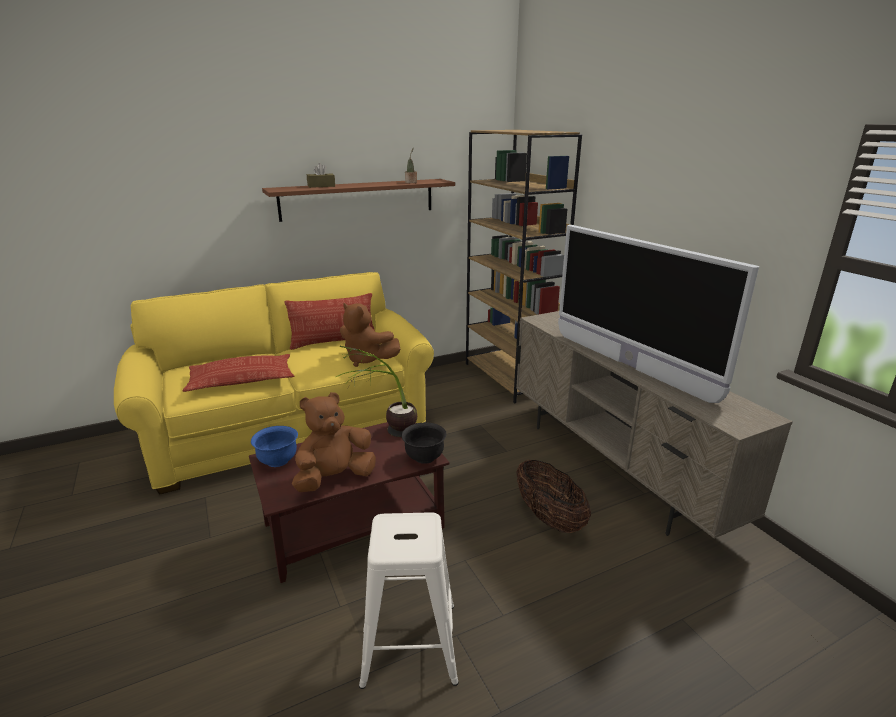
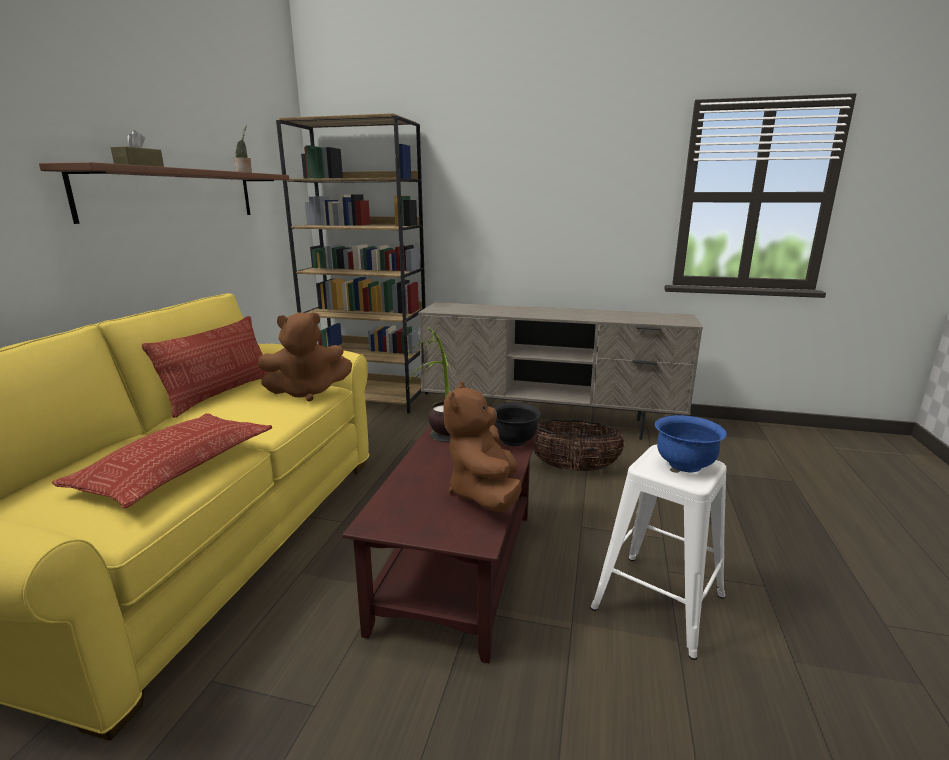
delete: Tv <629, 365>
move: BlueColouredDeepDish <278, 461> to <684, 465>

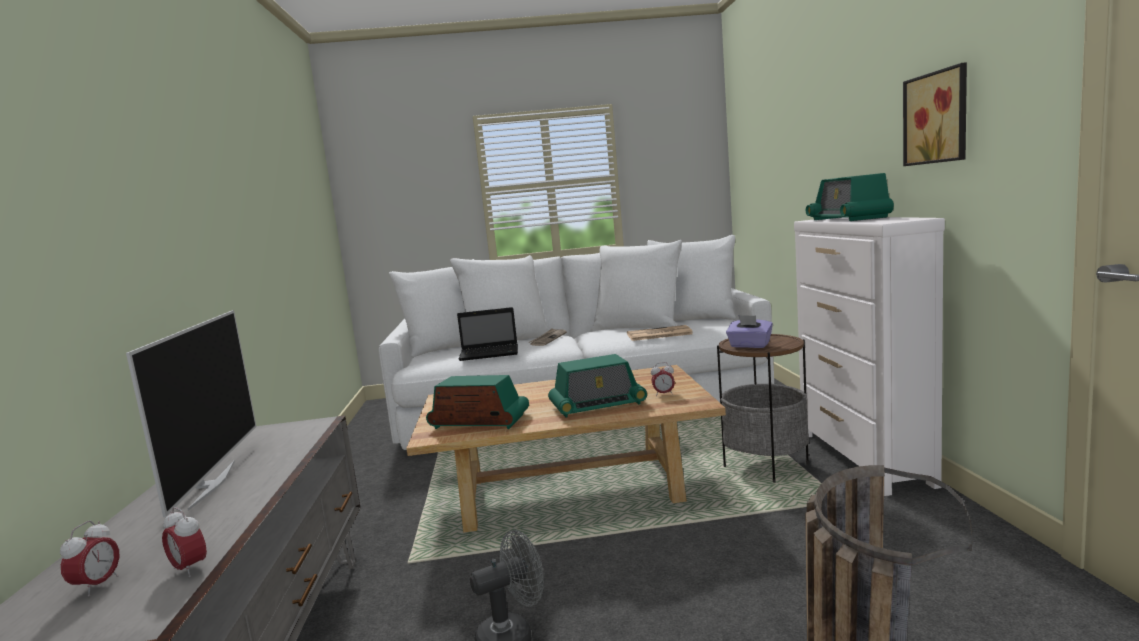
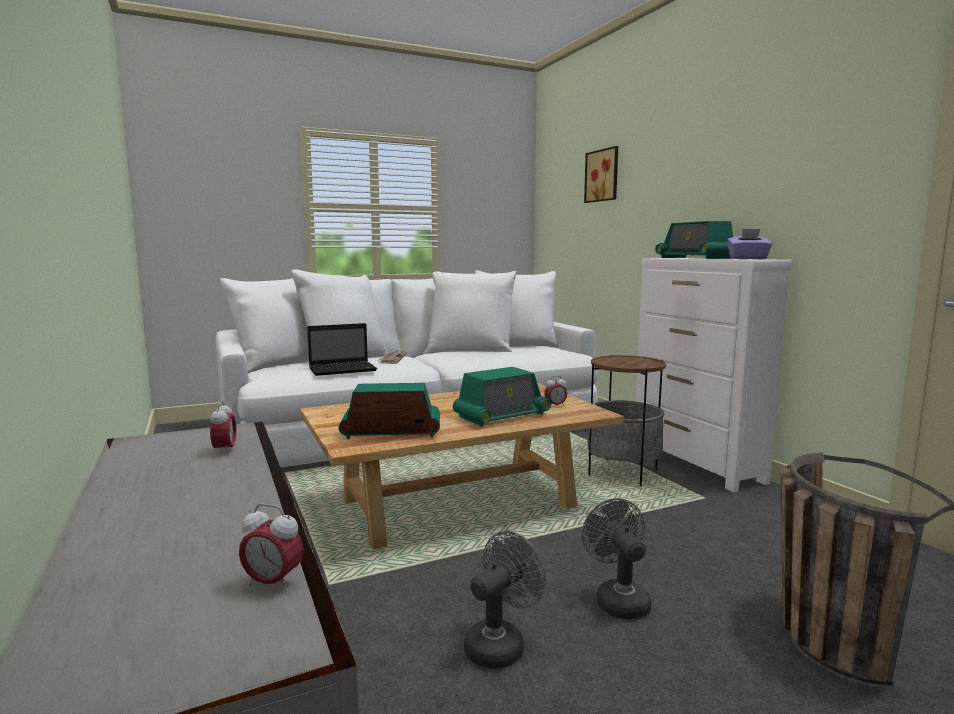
delete: Tv <211, 484>; Newspaper <658, 334>
insert: GrayElectricFan <618, 599>
move: AlarmClock <97, 586> to <225, 450>; PurpleTissueHolder <749, 345> to <748, 259>; Picture <938, 117> to <603, 175>

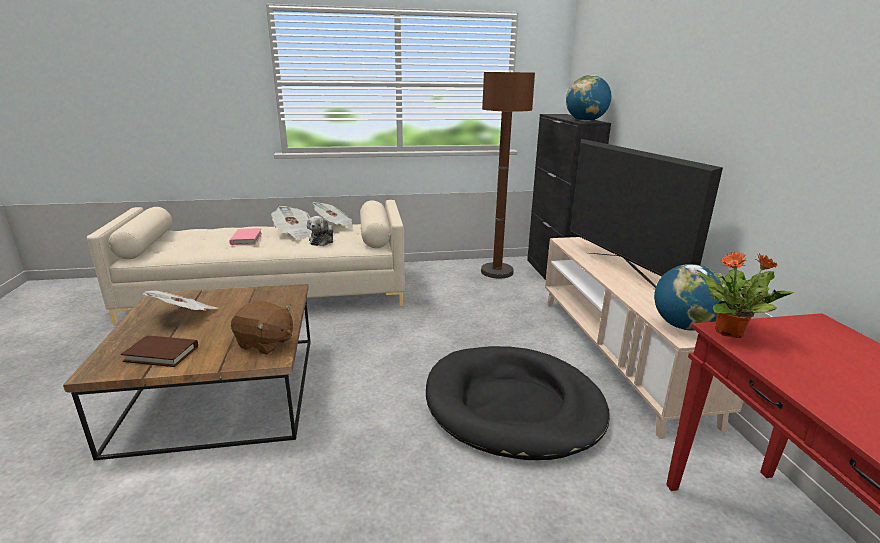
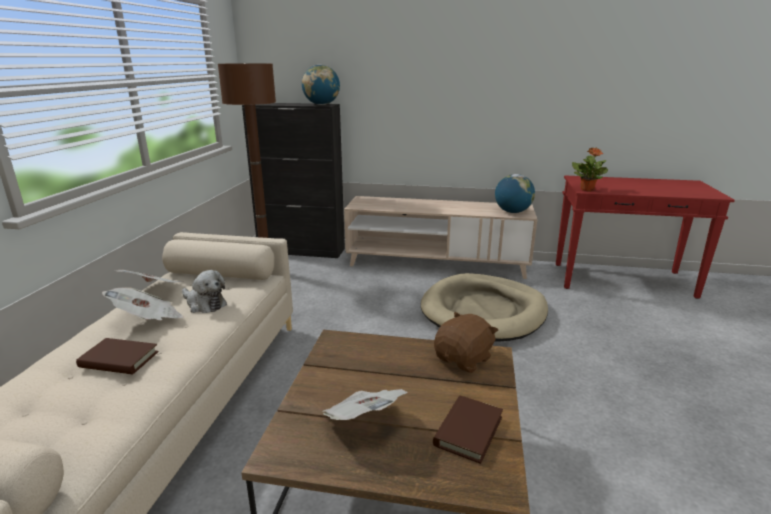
delete: Tv <621, 270>
recolor: PinkishBook <246, 239> to BrownBook <119, 360>; BlackishPetBed <513, 405> to SandColouredPetBed <483, 312>

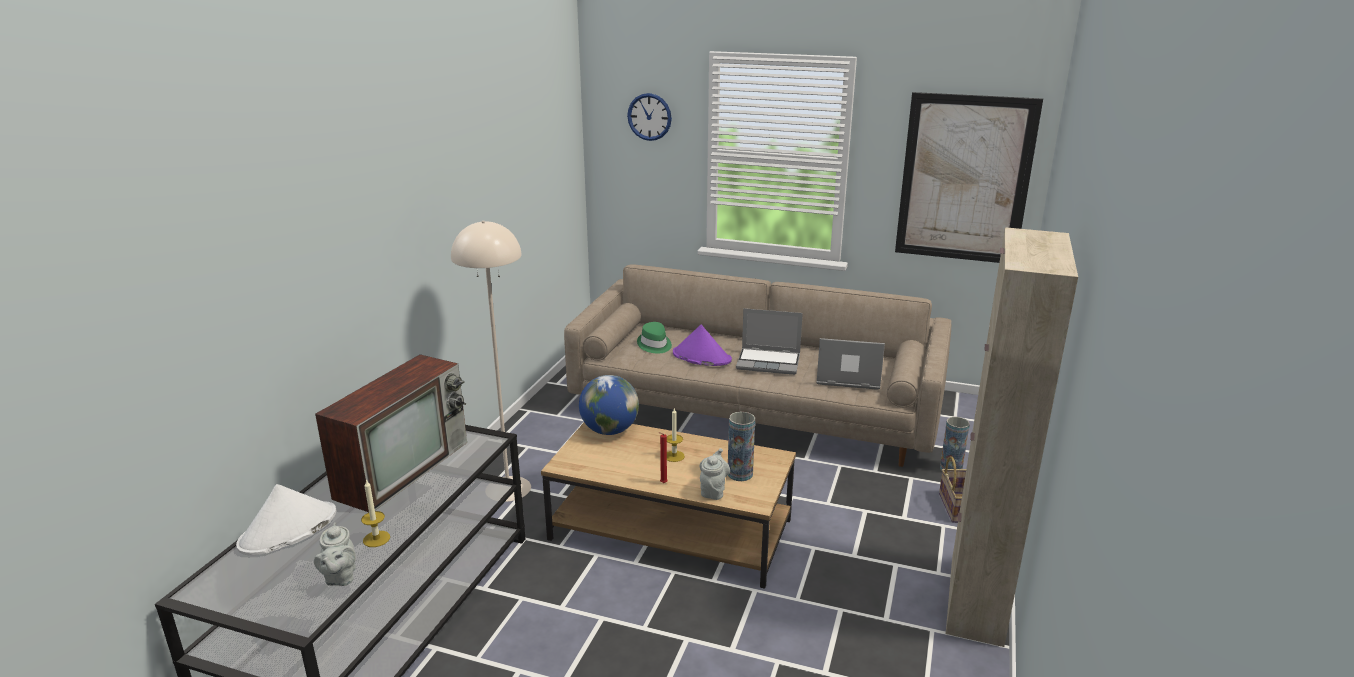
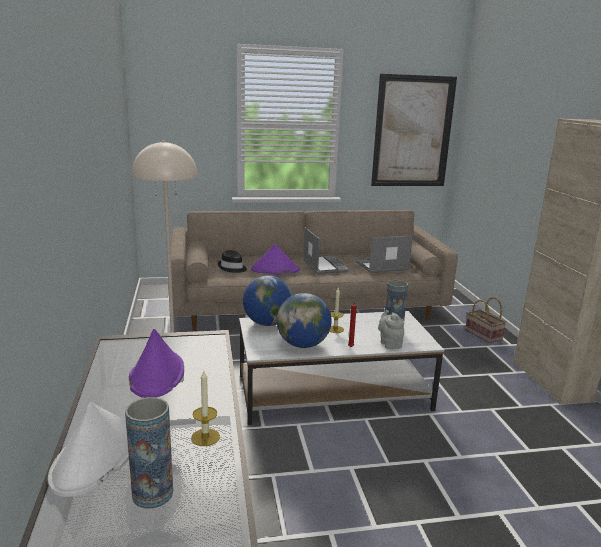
delete: GrayTeaPot <340, 578>; HangingClock <649, 117>
insert: DeskGlobe <303, 345>
move: Vase <951, 469> to <152, 494>
replace: Tv <404, 468> to PurpleWearableHat <157, 375>
recolor: BrownLoungeTable <671, 529> to WhitishLoungeTable <333, 392>; GreenWearableHat <654, 345> to BlackishWearableHat <232, 268>
rotate: PortableComputer <769, 362> = <324, 266> 90 degrees counterclockwise

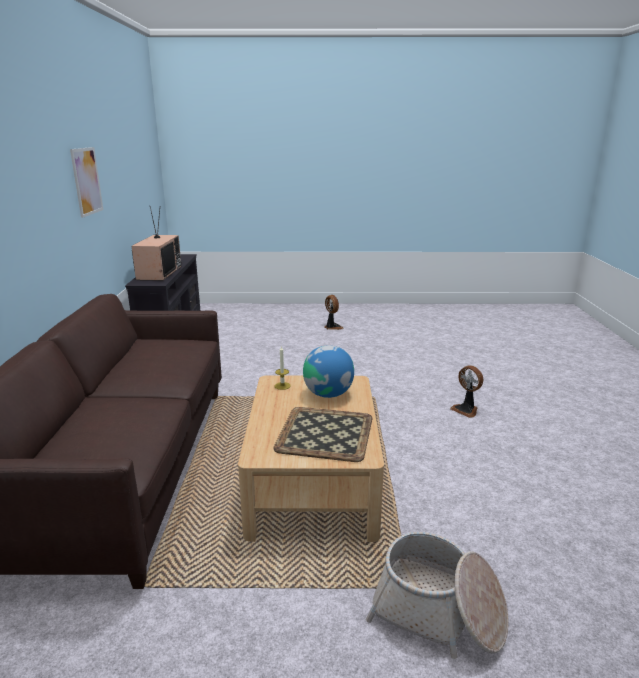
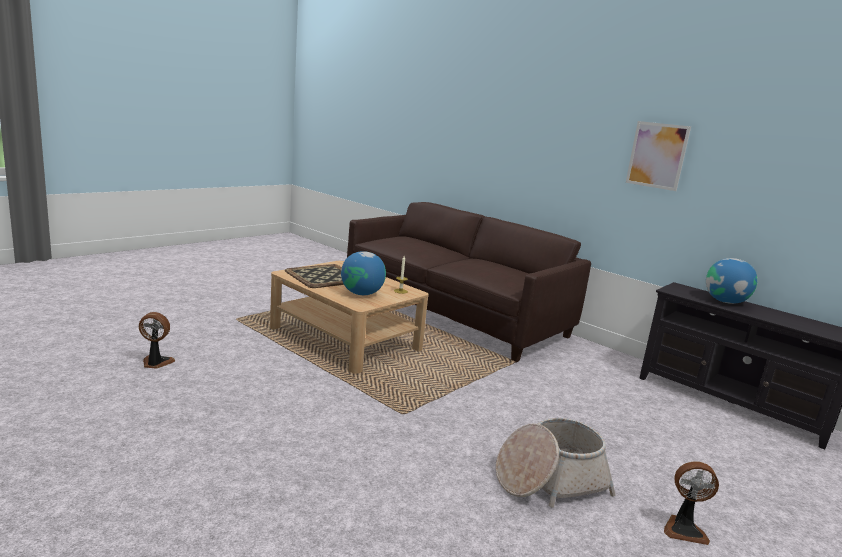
move: StorageBasket <438, 612> to <549, 480>; ElectricFan <466, 410> to <156, 363>
replace: Tv <158, 272> to DeskGlobe <725, 302>

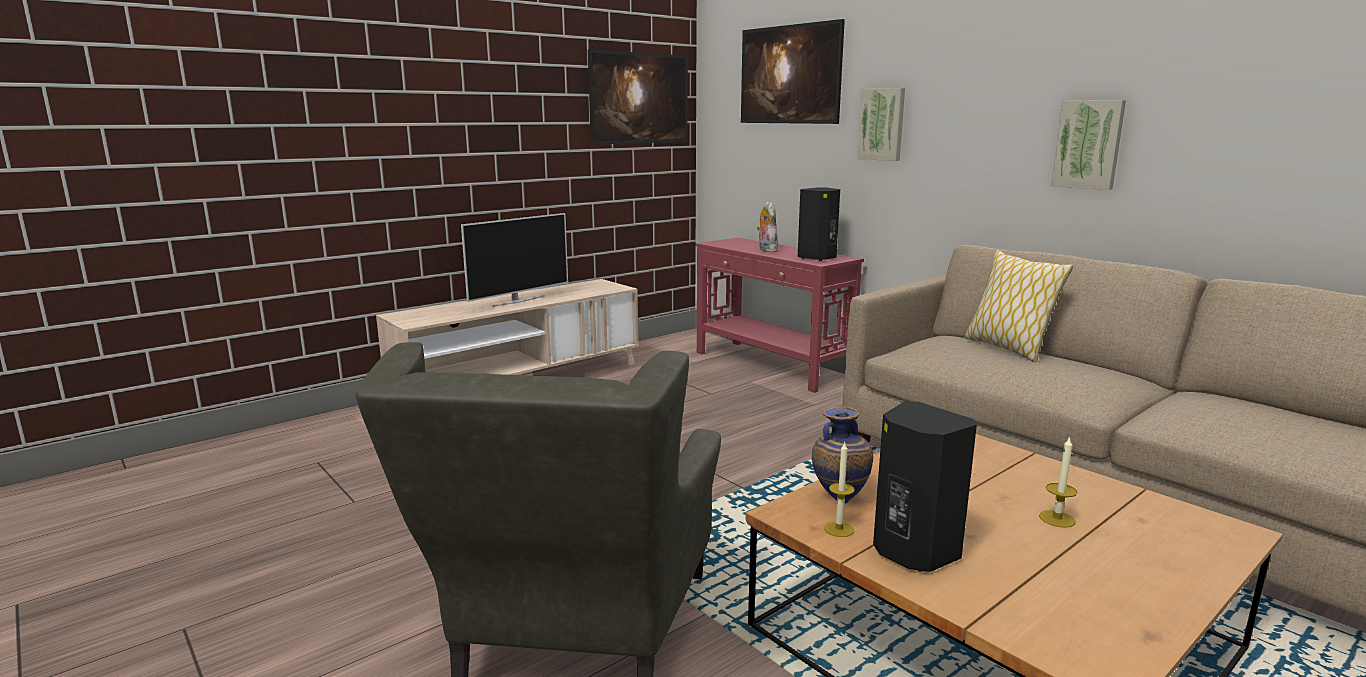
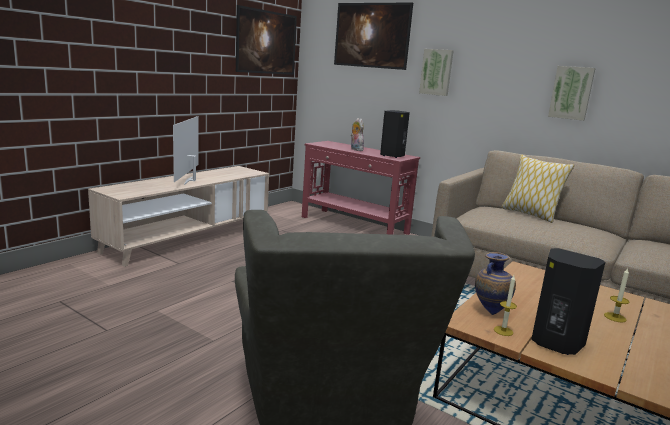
rotate: Tv <517, 301> = <191, 180> 150 degrees clockwise

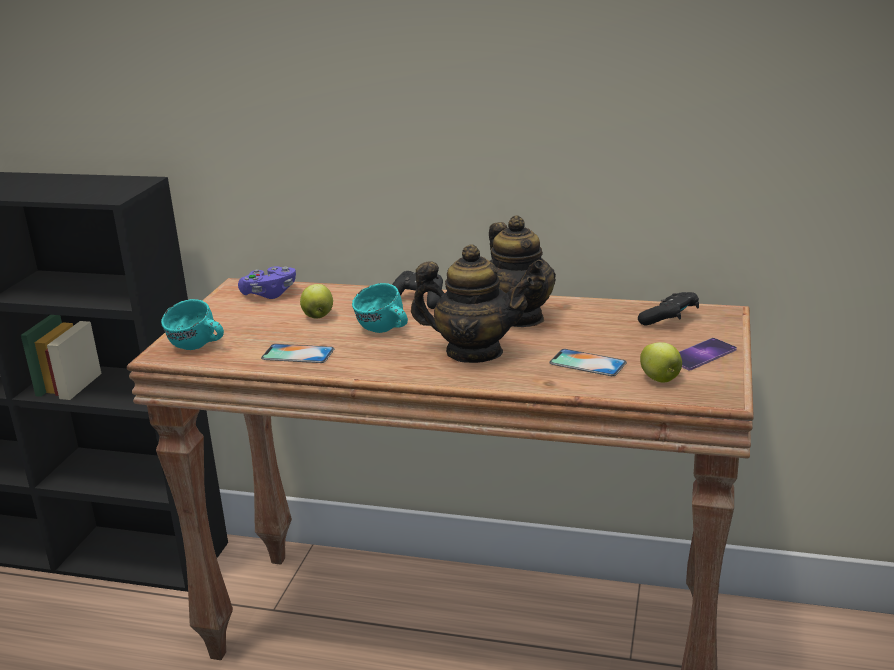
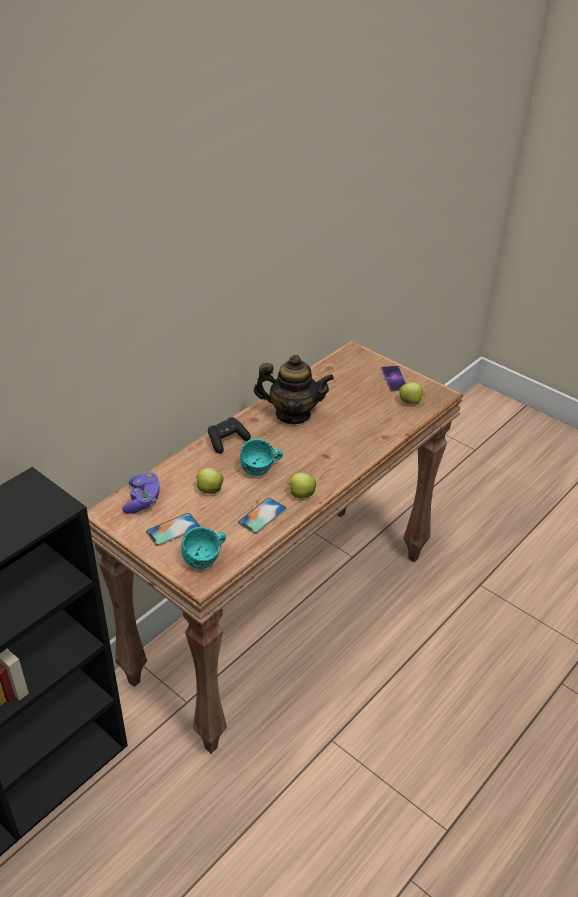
delete: TeaPot <474, 352>; BlackishJoypad <670, 320>
insert: Apple <301, 494>
move: Phone <587, 363> to <173, 529>

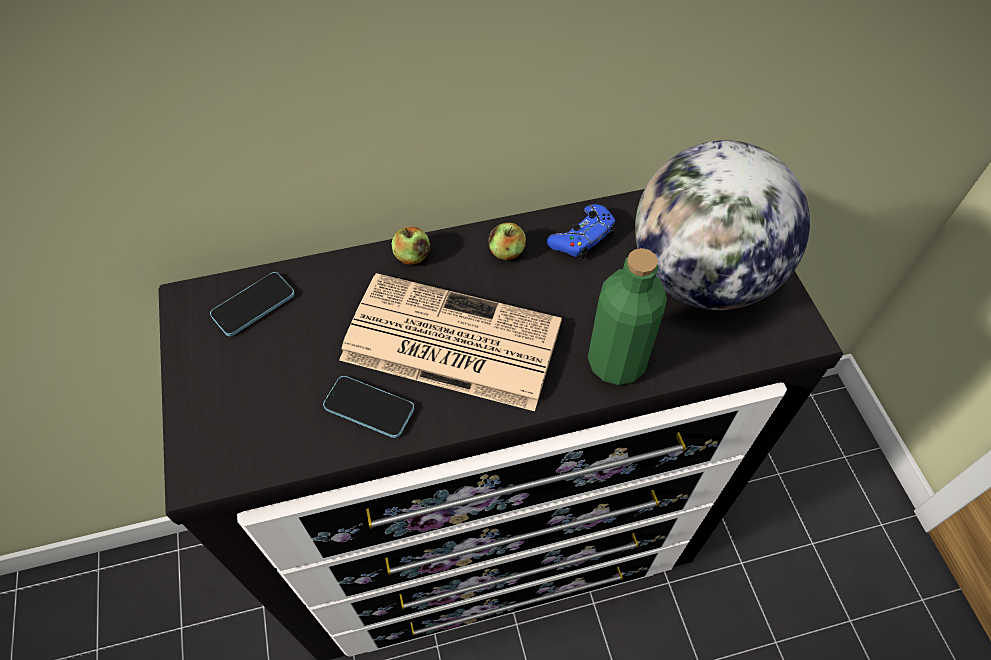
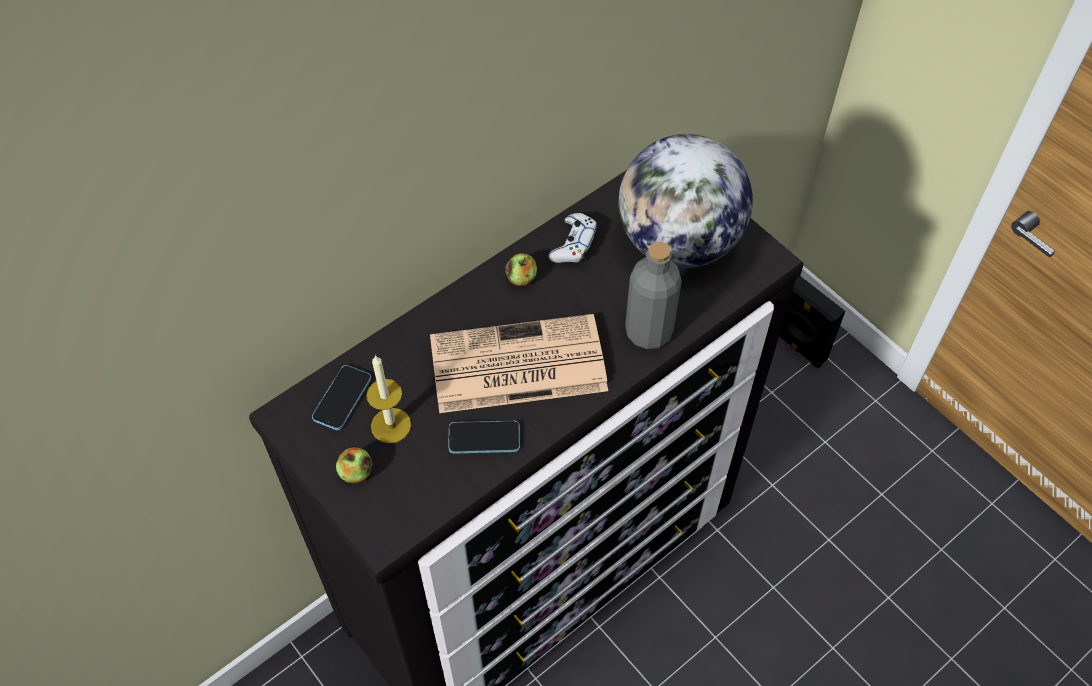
insert: WaxLight <391, 425>; BlackishLoudspeaker <797, 346>
move: Apple <412, 256> to <356, 473>
recolor: BlueColouredJoypad <582, 237> to WhitishJoypad <574, 244>; GreenBottle <616, 362> to GrayBottle <648, 331>

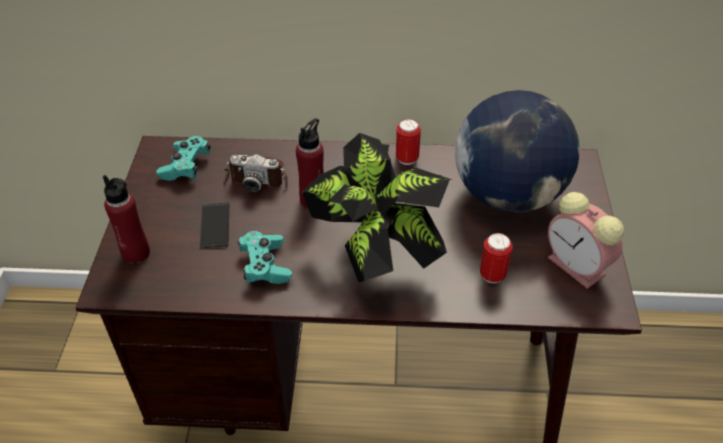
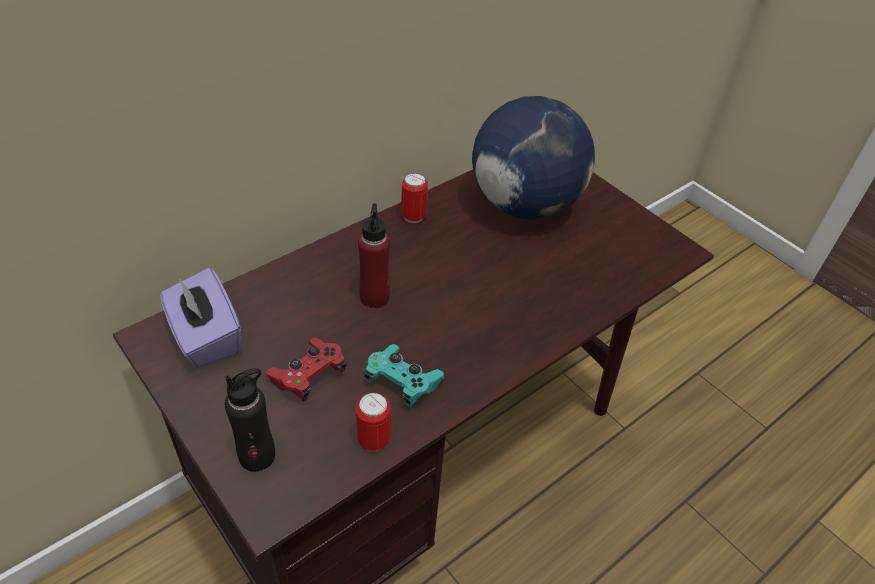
delete: StillCamera <258, 174>; Houseplant <376, 257>; AlarmClock <578, 267>
move: Can <492, 275> to <373, 440>
replace: TurquoiseColouredJoypad <186, 166> to PurpleTissueHolder <206, 337>; Phone <215, 225> to ReddishJoypad <308, 376>
recolor: ReddishBottle <136, 253> to BlackishBottle <257, 455>

